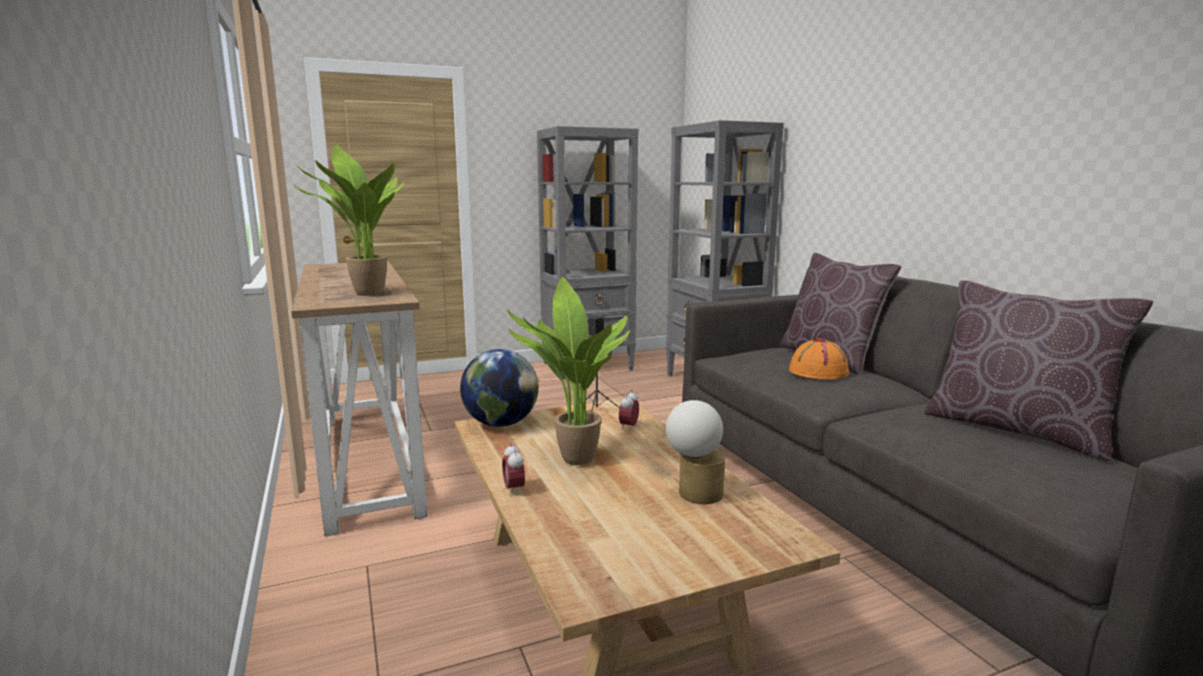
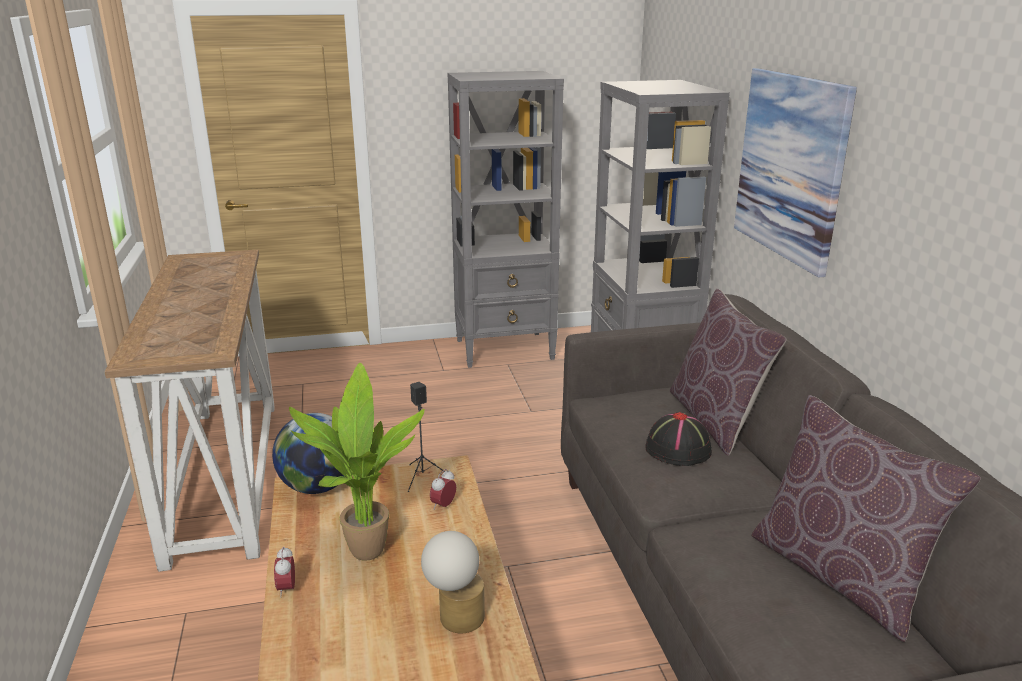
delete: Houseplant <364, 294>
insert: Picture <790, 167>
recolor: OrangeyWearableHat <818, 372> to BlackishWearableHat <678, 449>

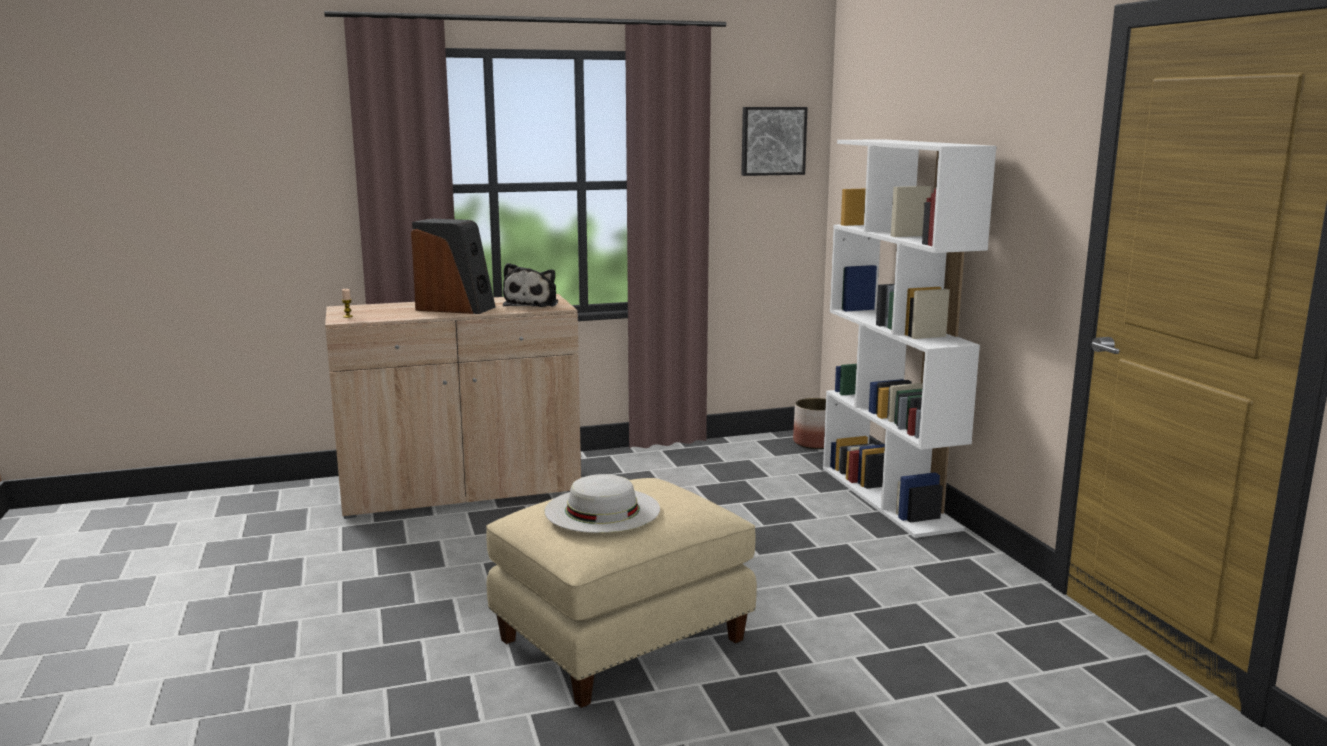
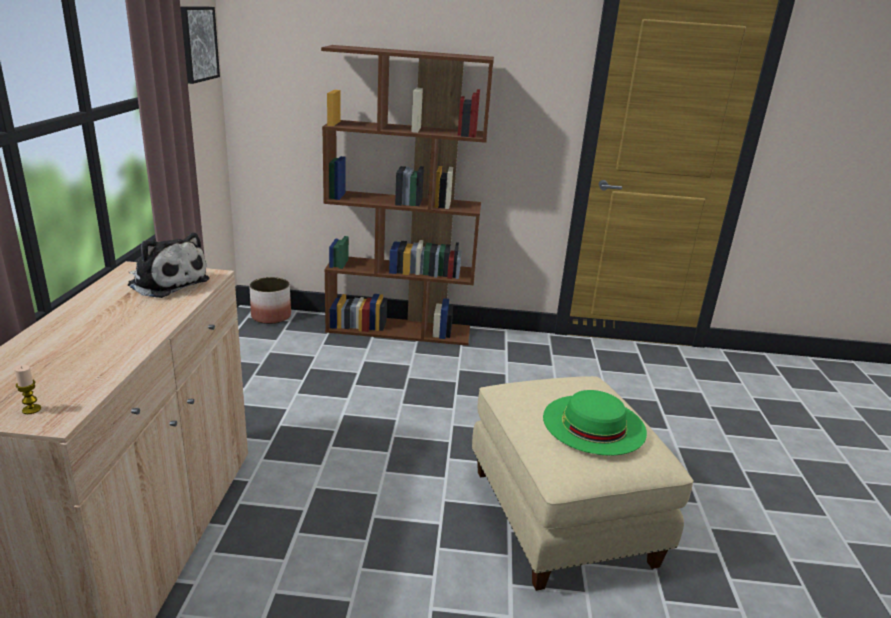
delete: Loudspeaker <455, 308>
recolor: WhitishWearableHat <602, 510> to GreenWearableHat <594, 424>; WhitishBookcase <889, 497> to BrownBookcase <400, 329>

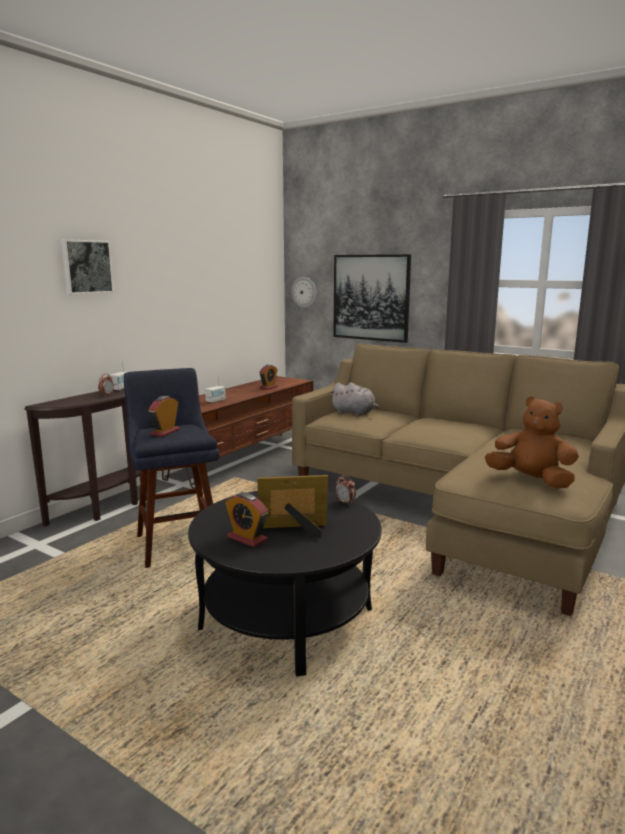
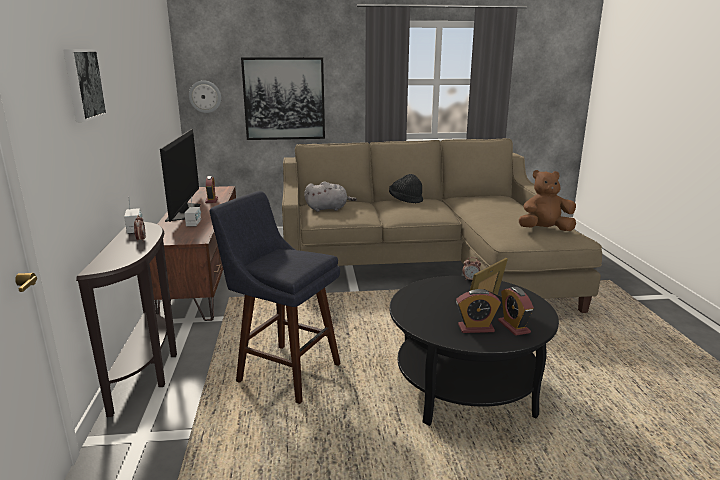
insert: Tv <184, 211>; BlackishWearableHat <405, 200>
move: AlarmClock <165, 432> to <513, 327>

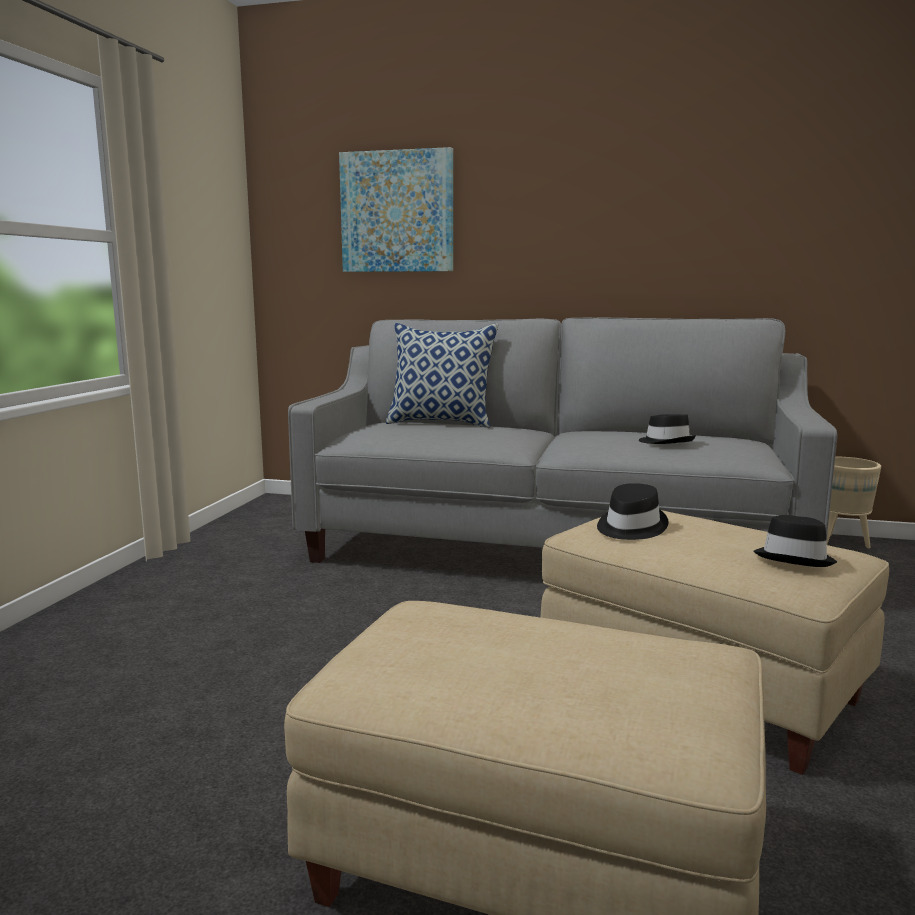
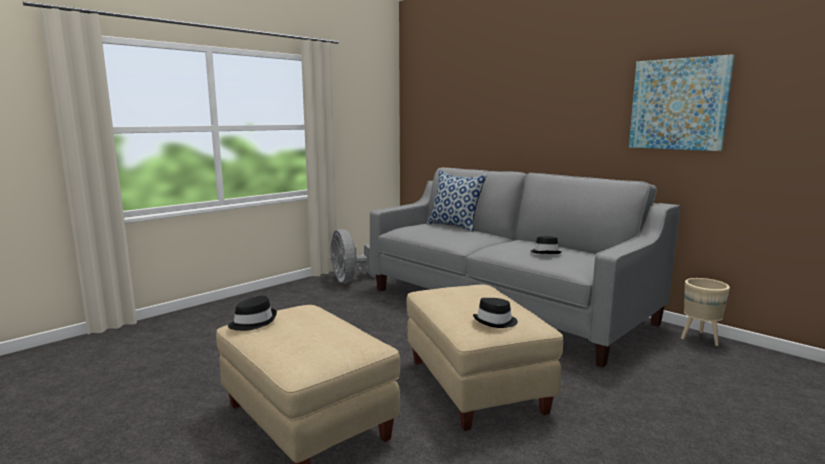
insert: GrayElectricFan <350, 280>
move: Picture <397, 212> to <678, 104>; BlackishWearableHat <630, 527> to <253, 322>

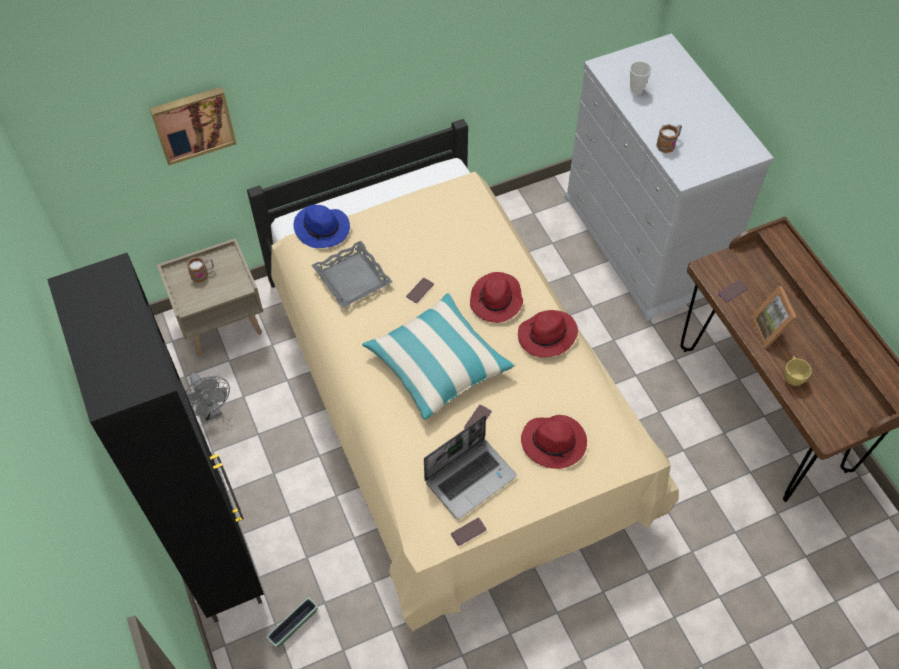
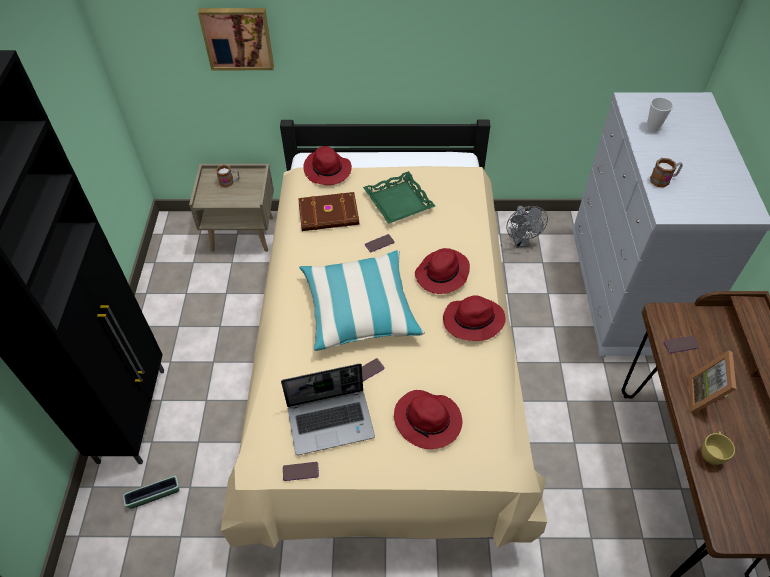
insert: GreenServingTray <399, 202>
move: GrayElectricFan <211, 411> to <521, 241>
replace: GrayServingTray <353, 278> to BrownBook <329, 215>
recolor: BlueColouredWearableHat <322, 229> to ReddishWearableHat <328, 170>

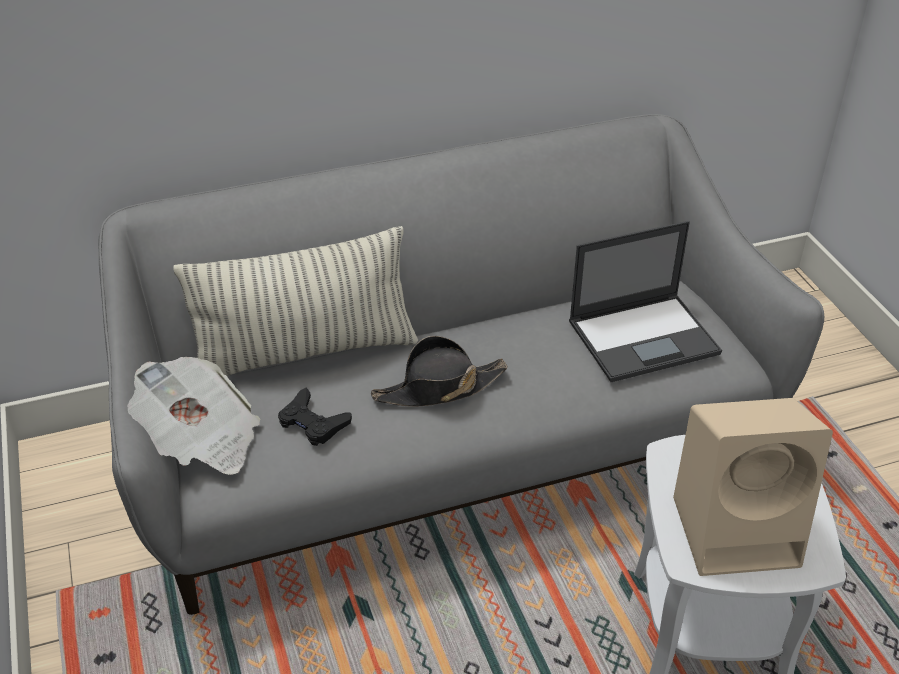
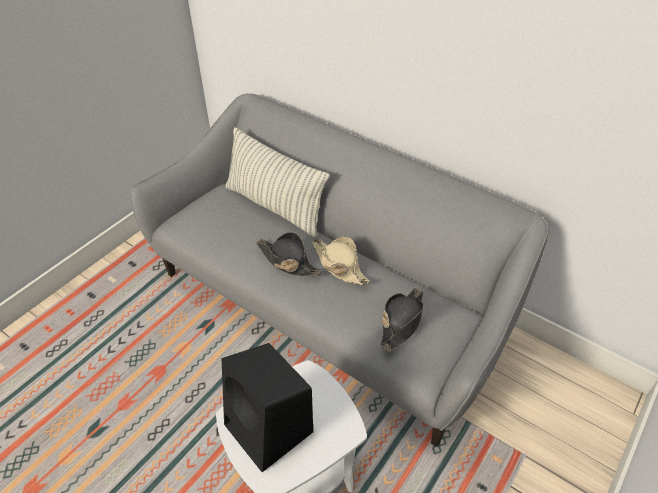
delete: Newspaper <201, 439>; BlackishJoypad <313, 423>
insert: SandColouredWearableHat <339, 265>
replace: PortableComputer <645, 337> to BlackishWearableHat <402, 322>
recolor: SandColouredLoudspeaker <738, 530> to BlackishLoudspeaker <270, 429>

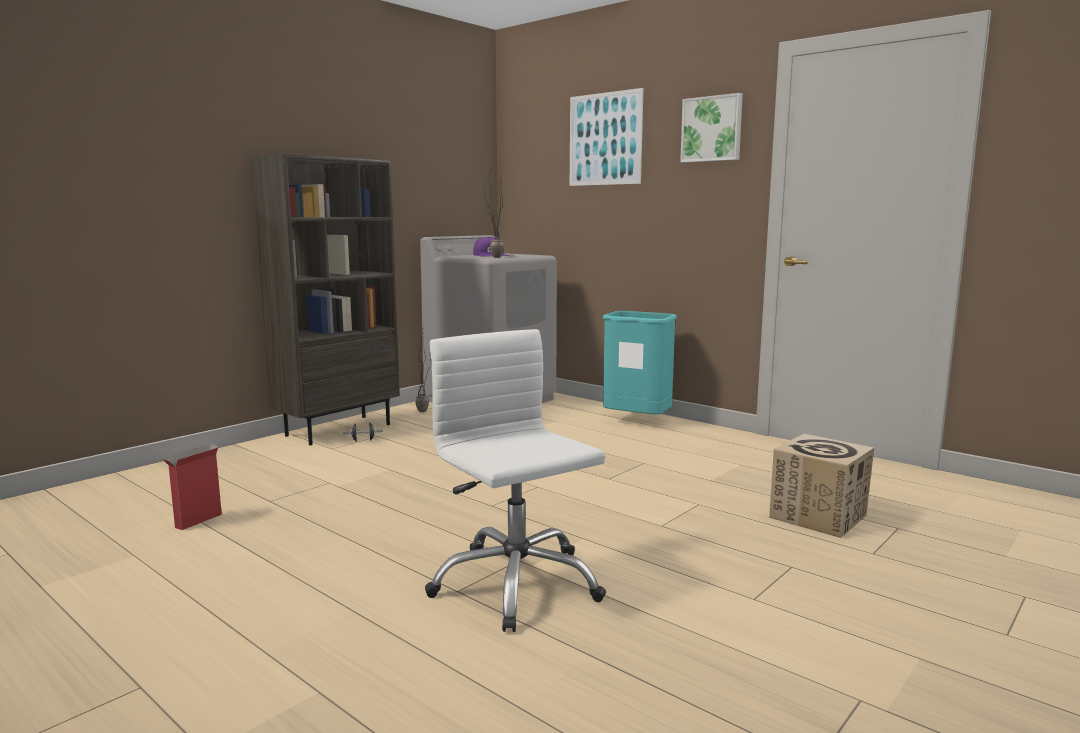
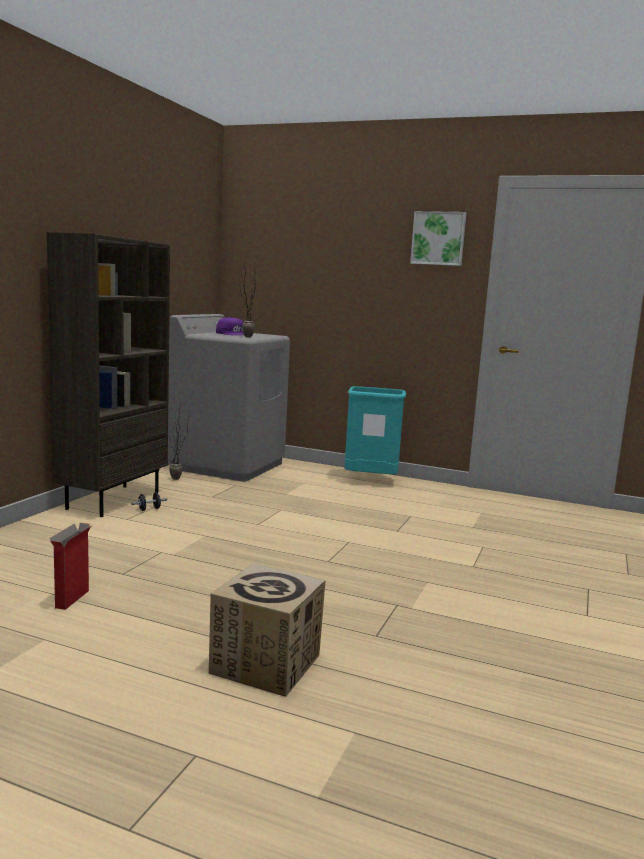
delete: WhitishOfficeChair <515, 584>; Picture <605, 139>
move: Carton <818, 516> to <266, 663>

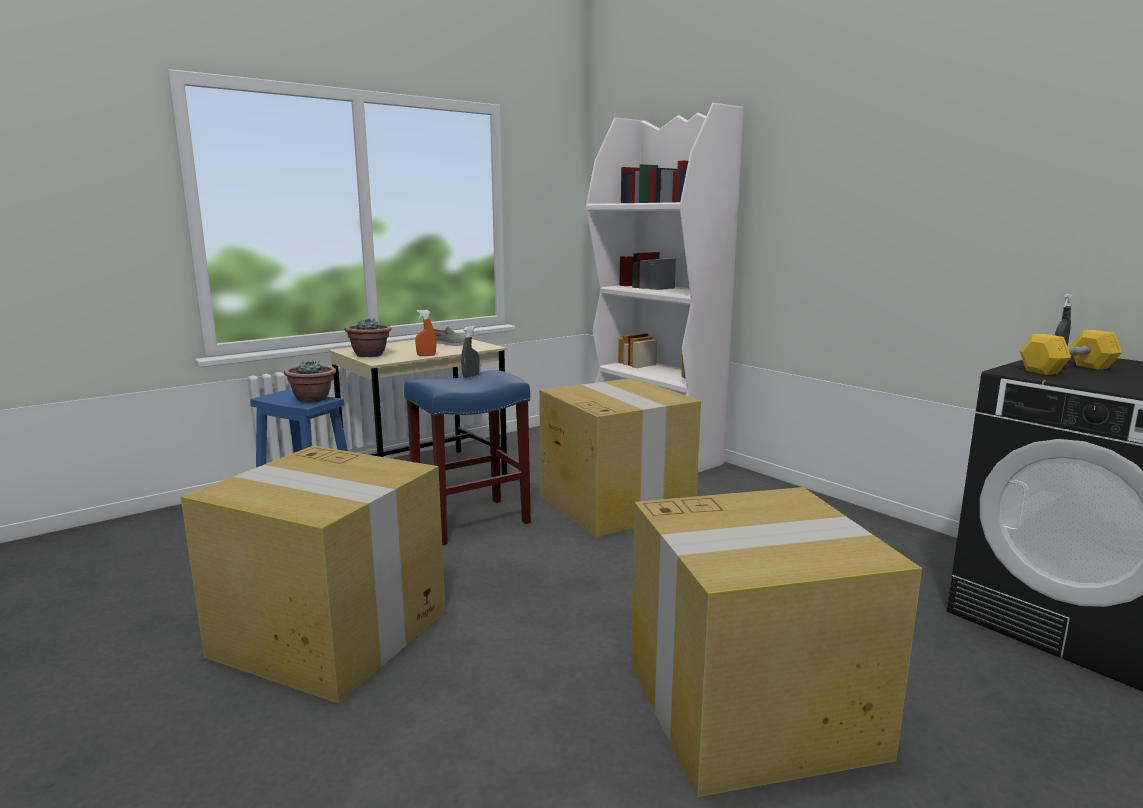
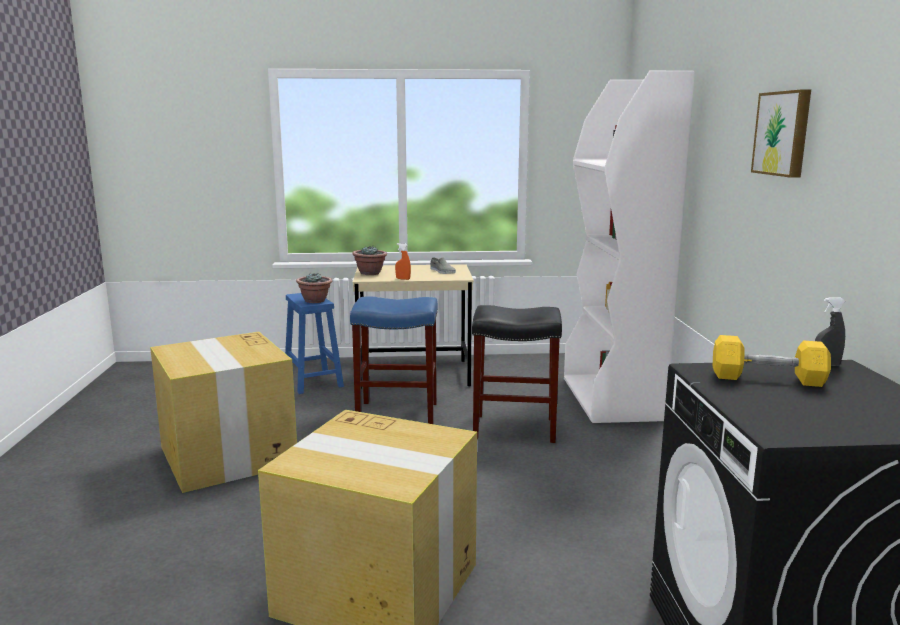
delete: GraySprayBottle <471, 376>
insert: Picture <783, 133>
replace: Carton <614, 503> to BlackishSittingStool <515, 428>

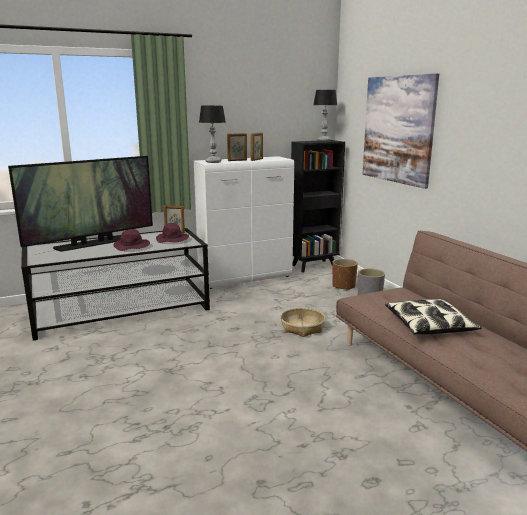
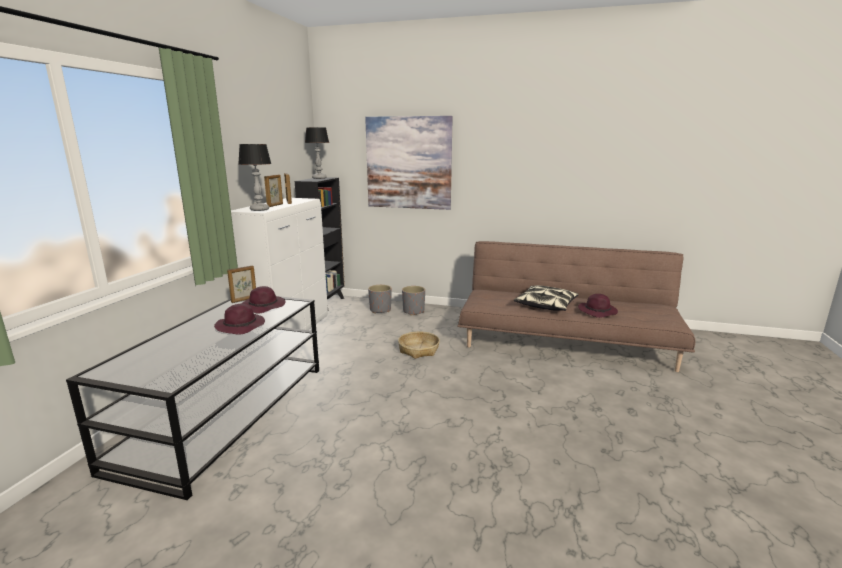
delete: Tv <91, 244>
insert: PurpleWearableHat <598, 311>
recolor: BrownPlantPot <344, 286> to GrayPlantPot <380, 310>

